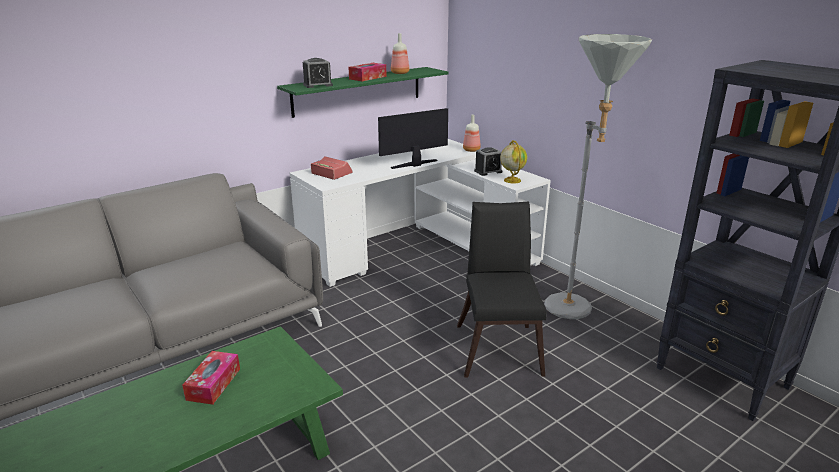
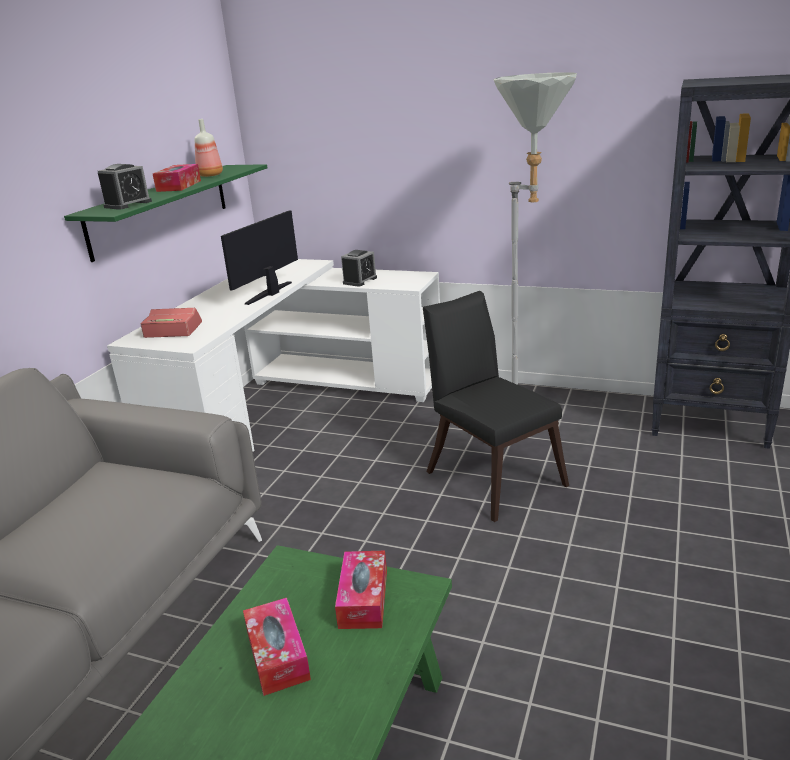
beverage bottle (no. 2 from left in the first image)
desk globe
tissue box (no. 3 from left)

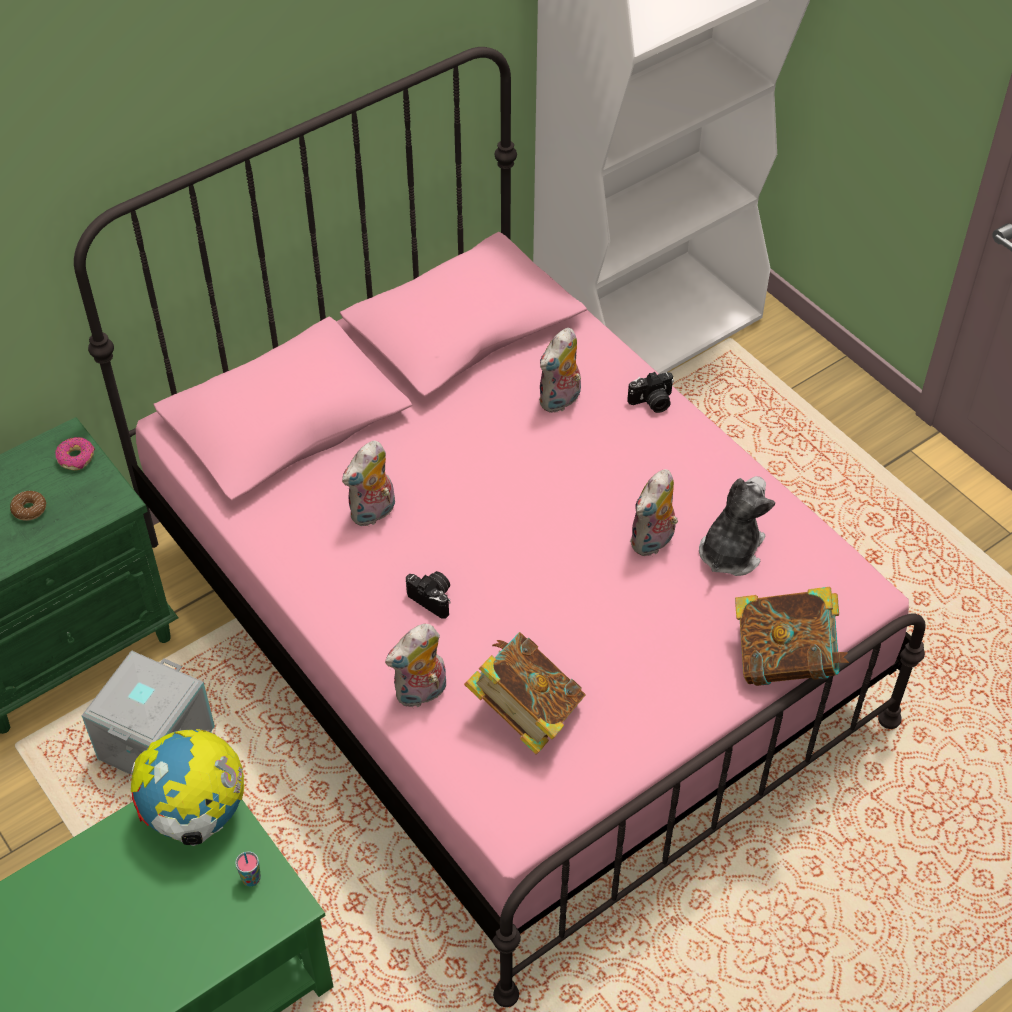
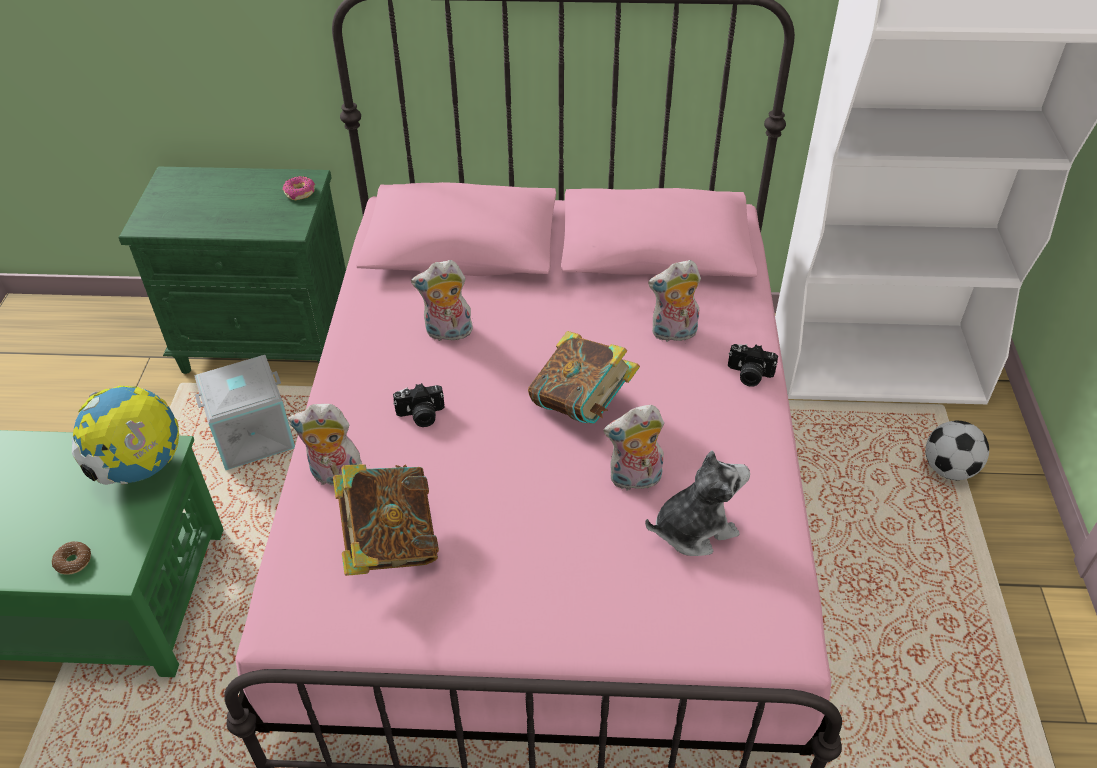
drinking cup
football
doughnut (no. 1 from left)
volume (no. 2 from left)
photo camera (no. 1 from left)

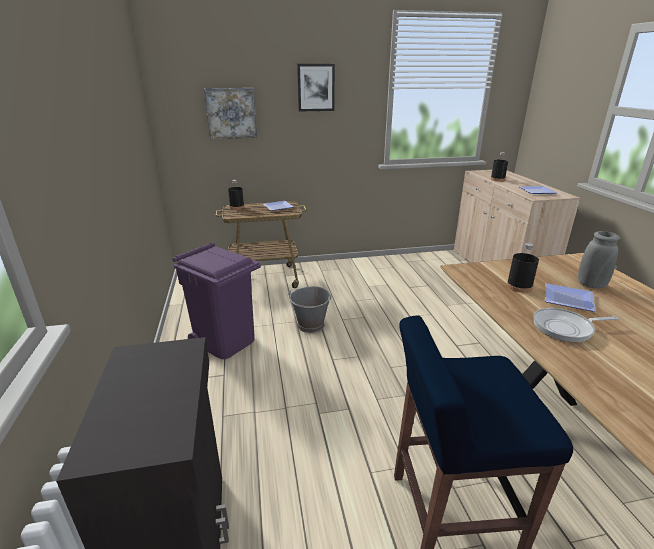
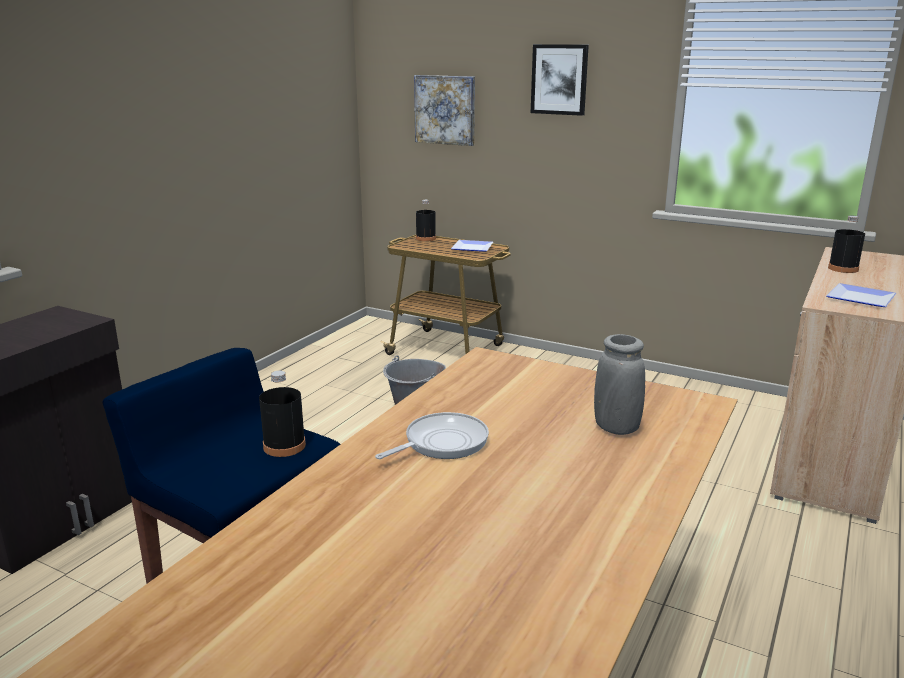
purple-coloured trash can
dinner plate (no. 3 from left in the first image)
black-coloured beverage bottle (no. 1 from left)
pan

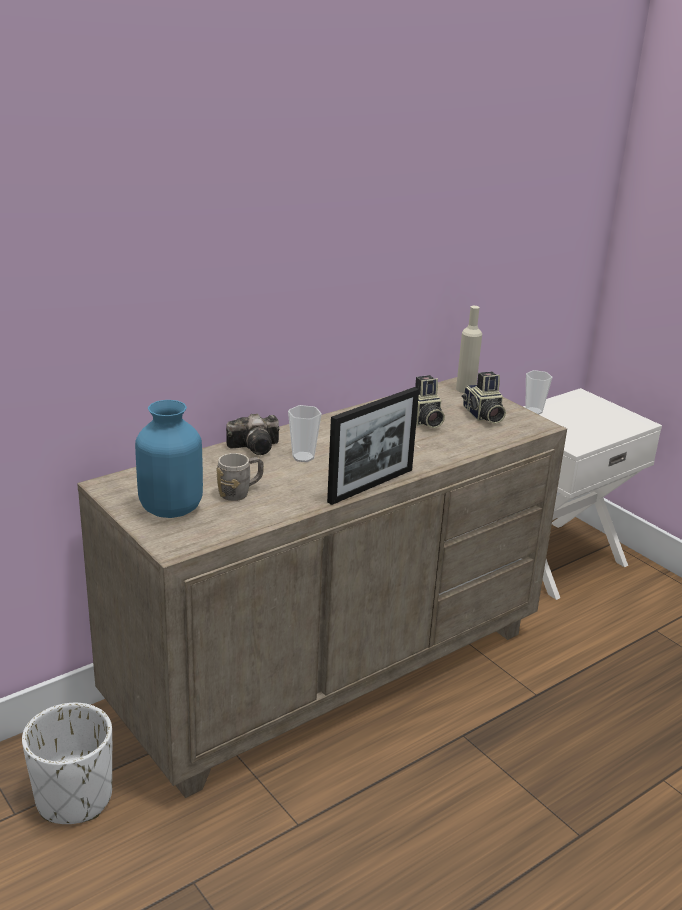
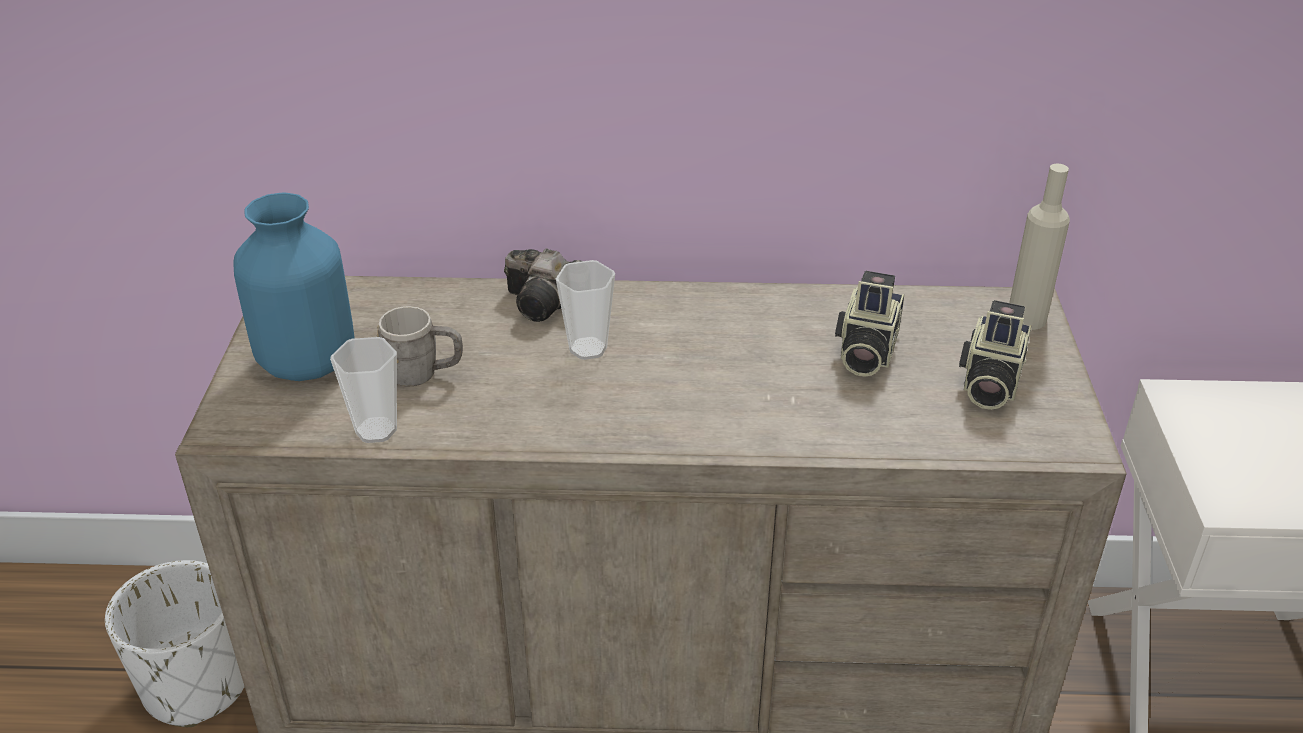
standing frame
drinking cup (no. 1 from left)

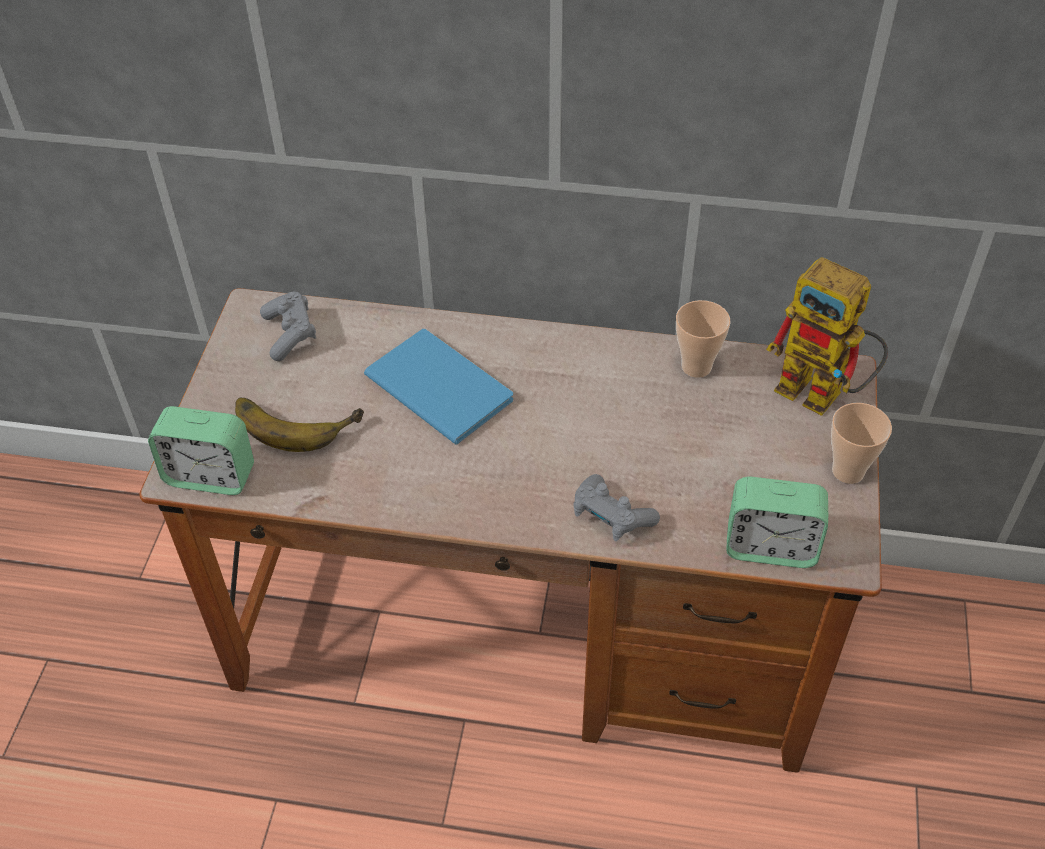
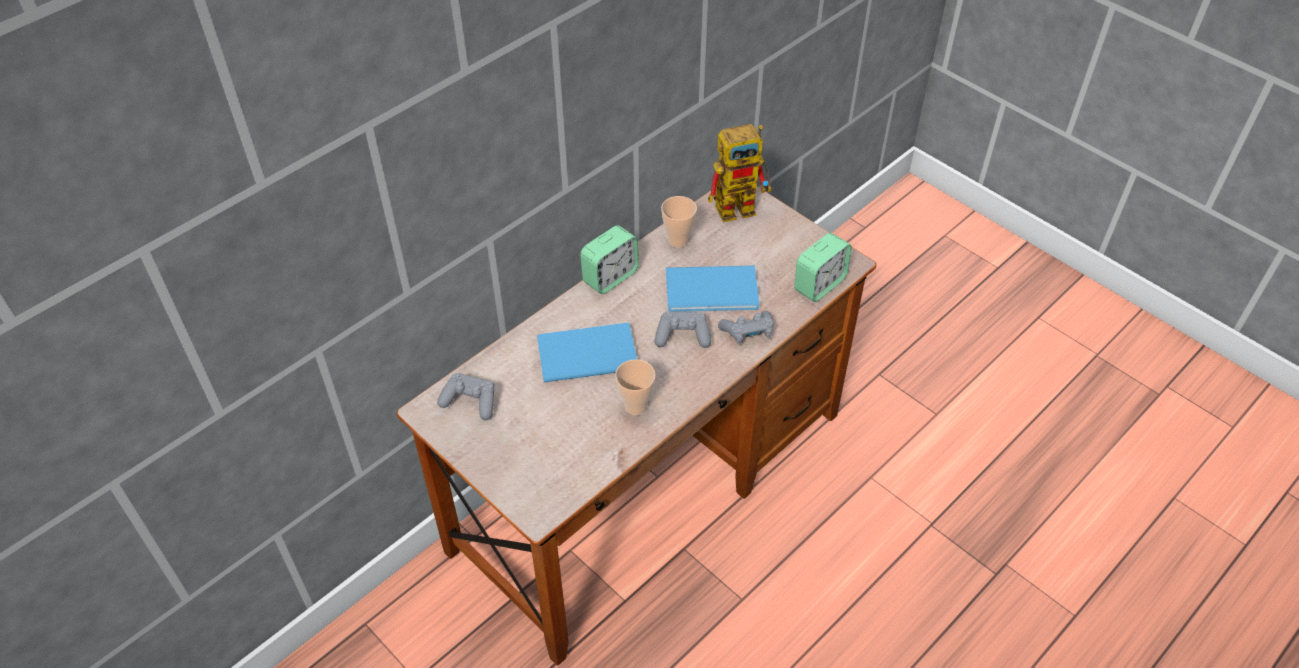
banana fruit
grey gamepad (no. 2 from left)
blue volume (no. 2 from left)
bedside clock (no. 1 from left)
drinking cup (no. 1 from left)

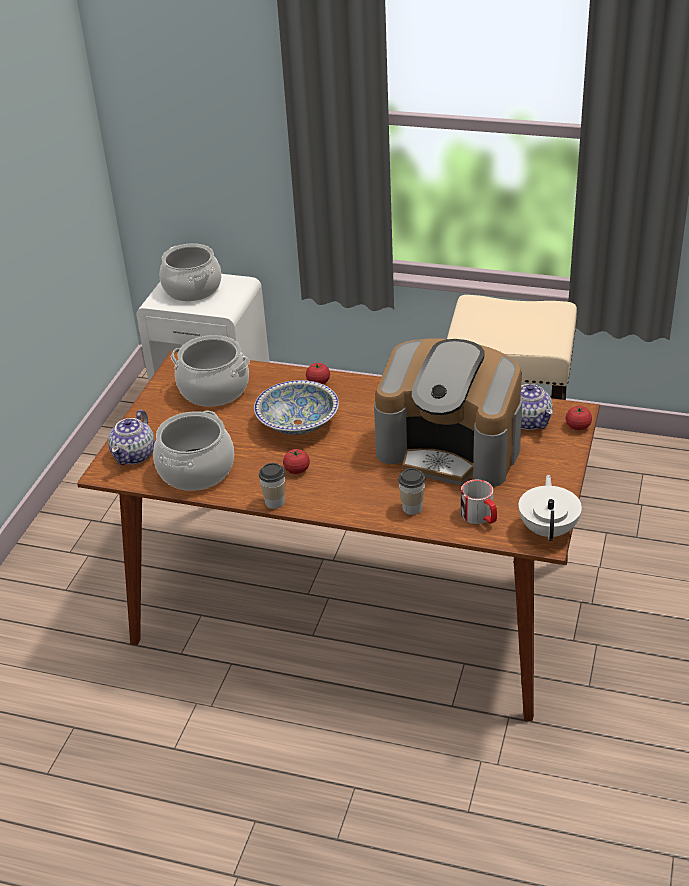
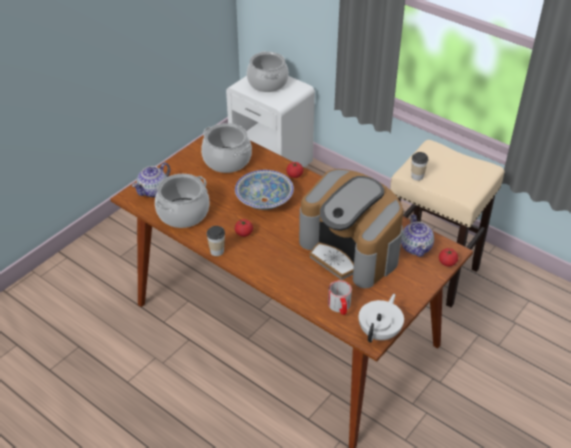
drinking cup (no. 2 from left)

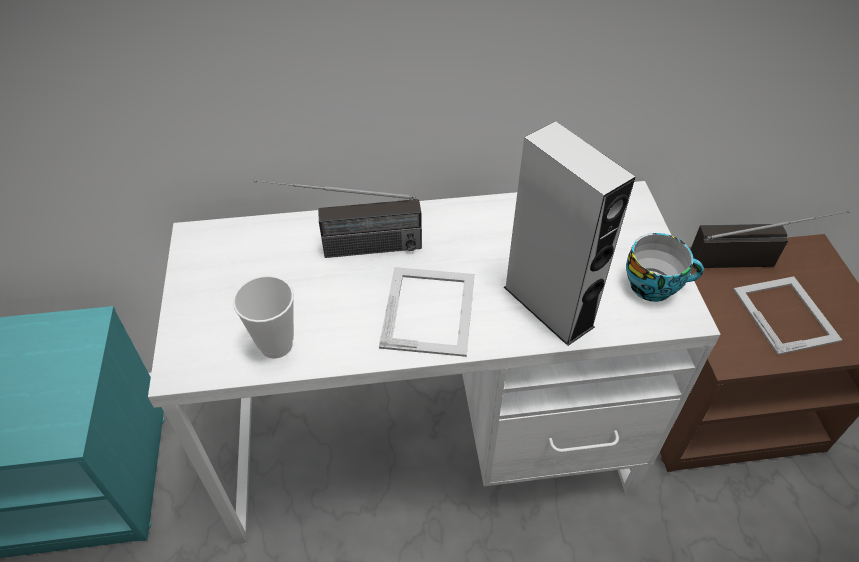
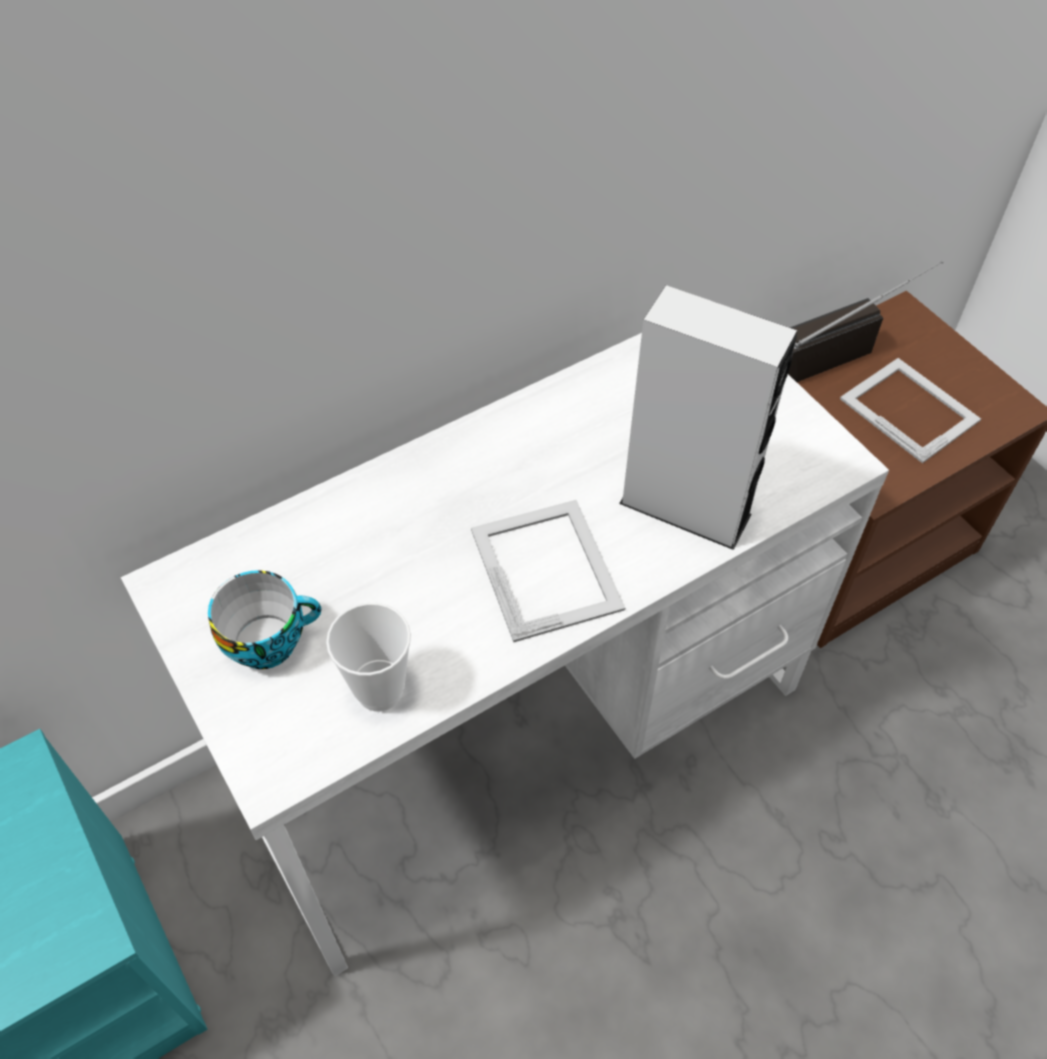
radio receiver (no. 1 from left in the first image)
drinking cup (no. 1 from left)

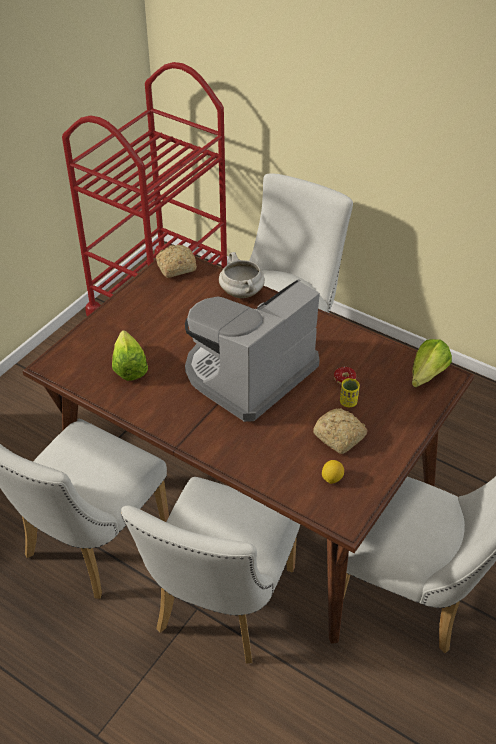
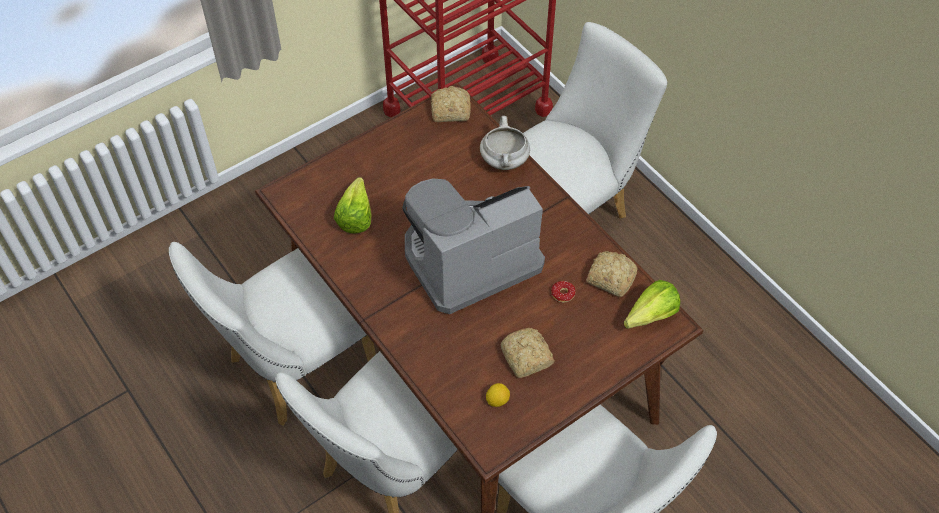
yellow-coloured drinking cup
baked bread (no. 3 from left)

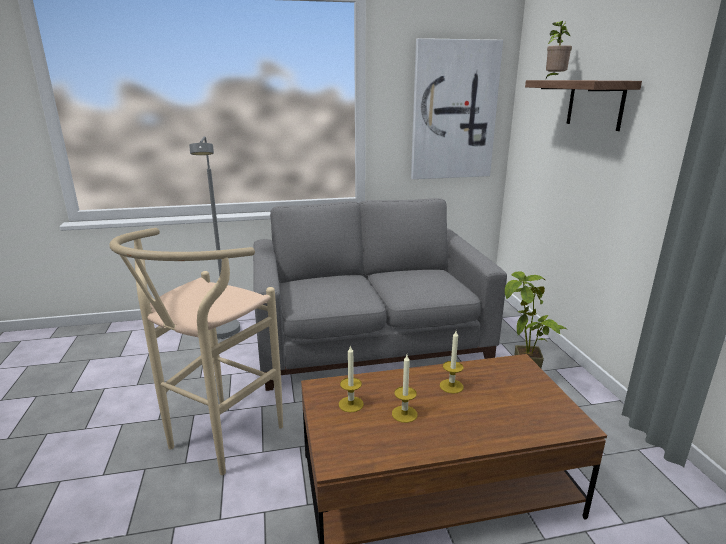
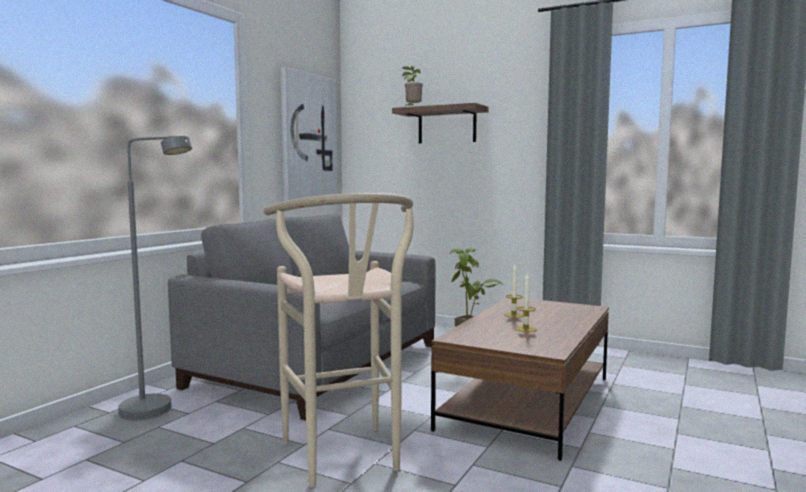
wax light (no. 1 from left in the first image)

